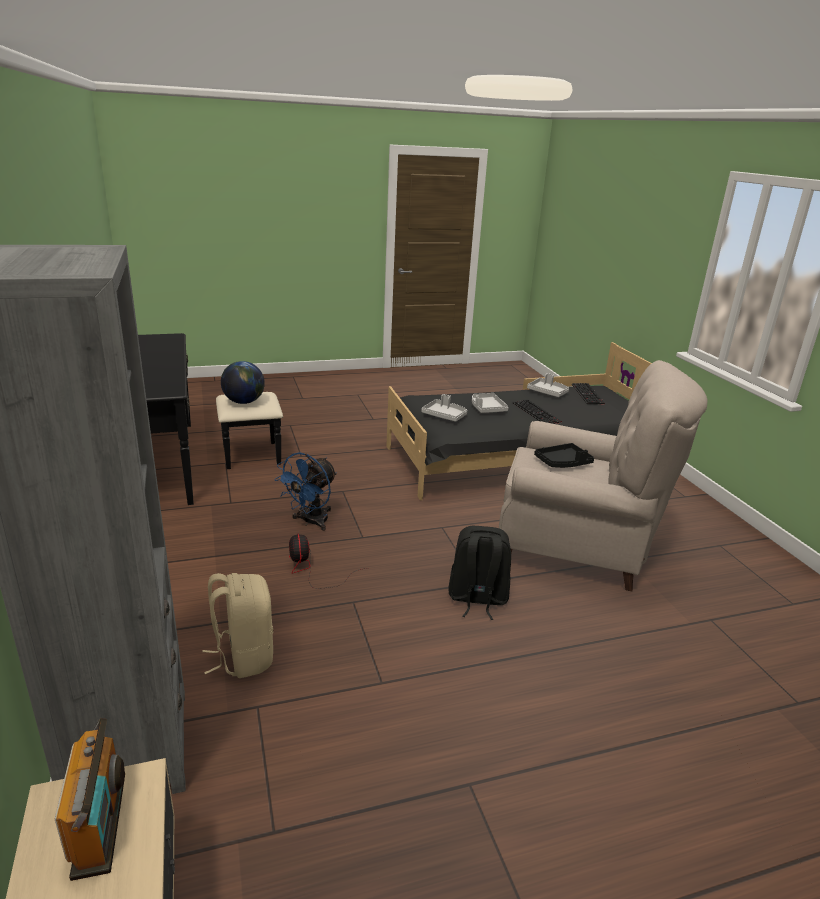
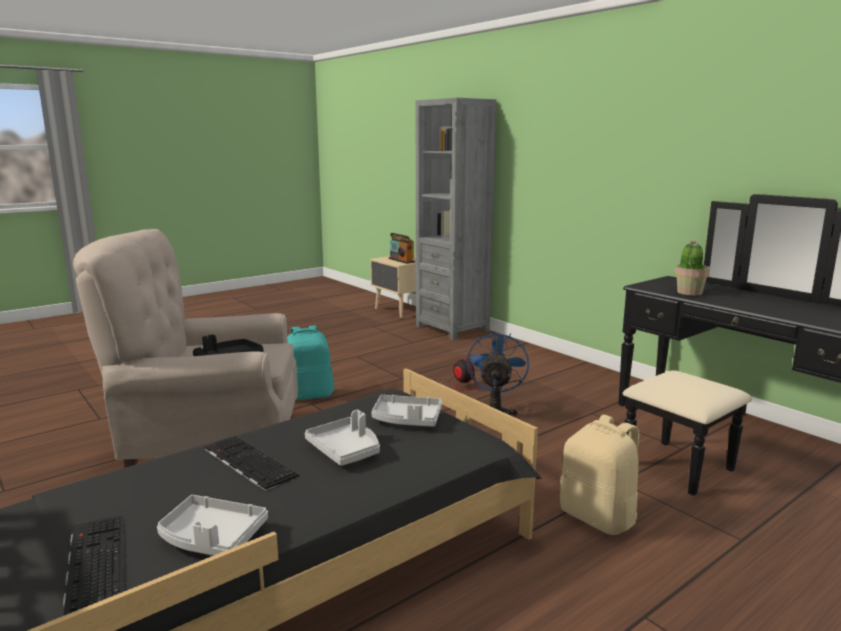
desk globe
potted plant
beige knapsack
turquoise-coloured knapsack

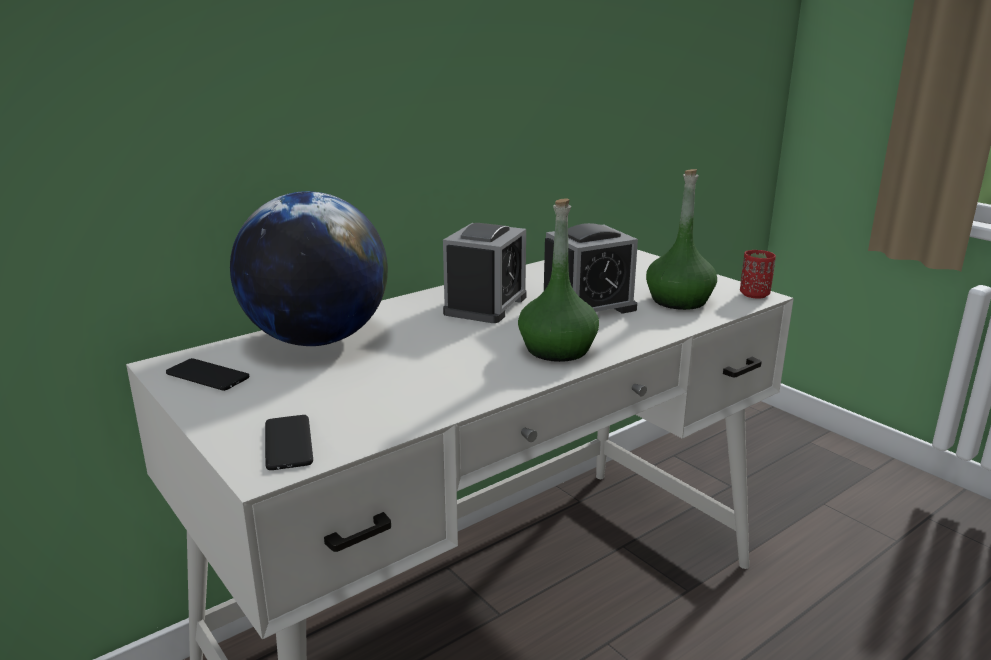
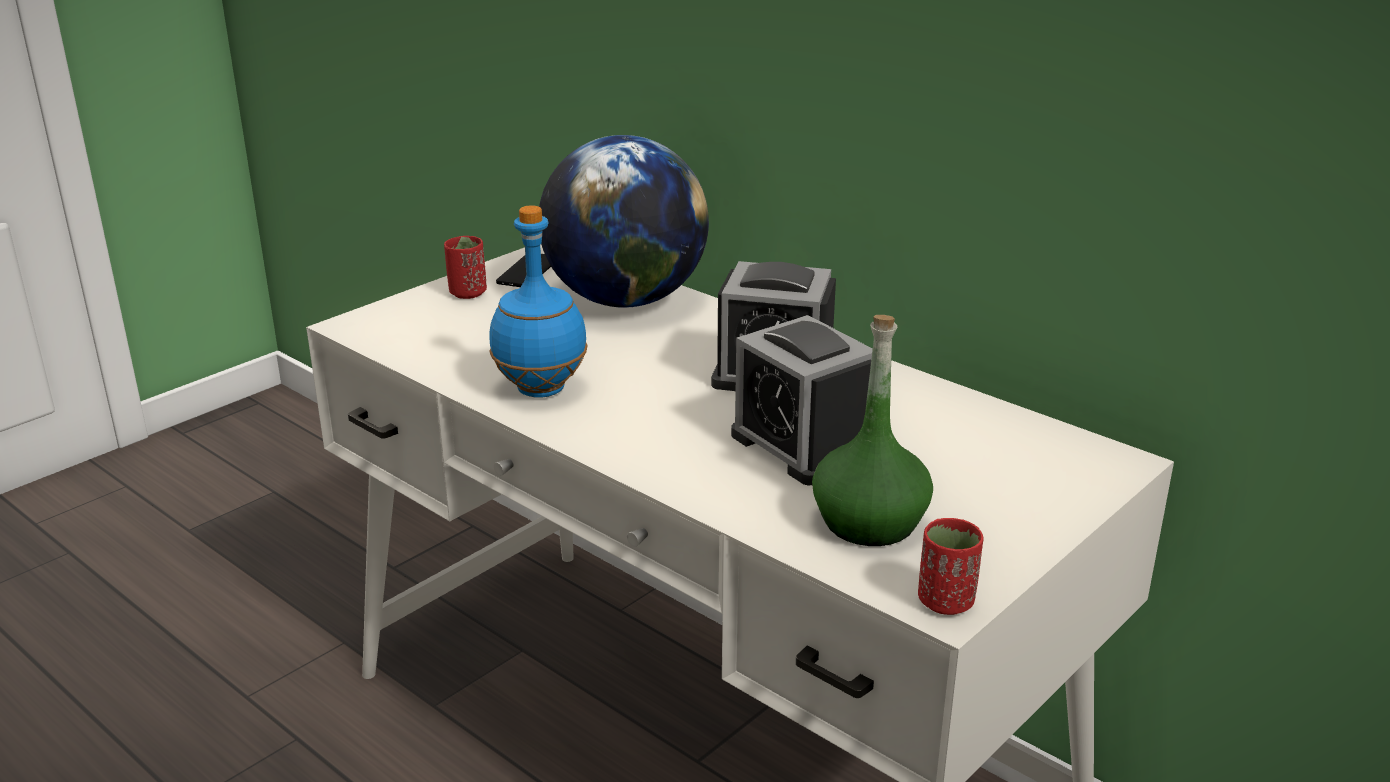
phone (no. 2 from left in the first image)
green-coloured beverage bottle (no. 1 from left in the first image)
red drinking cup (no. 1 from left)
blue beverage bottle

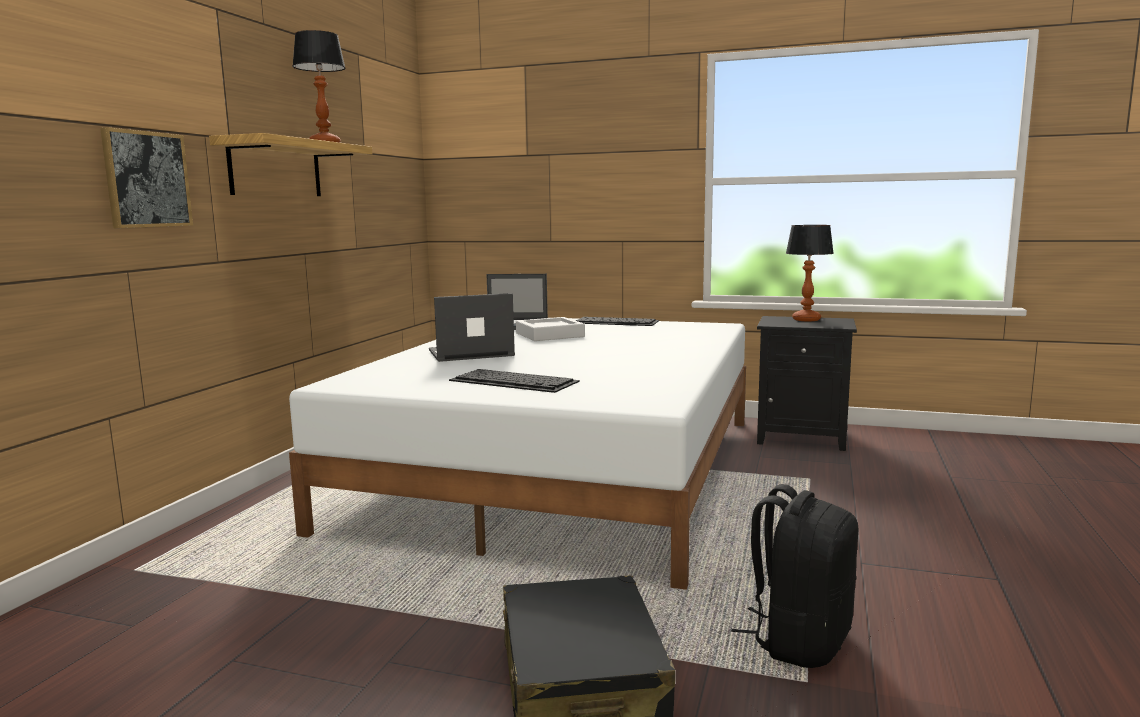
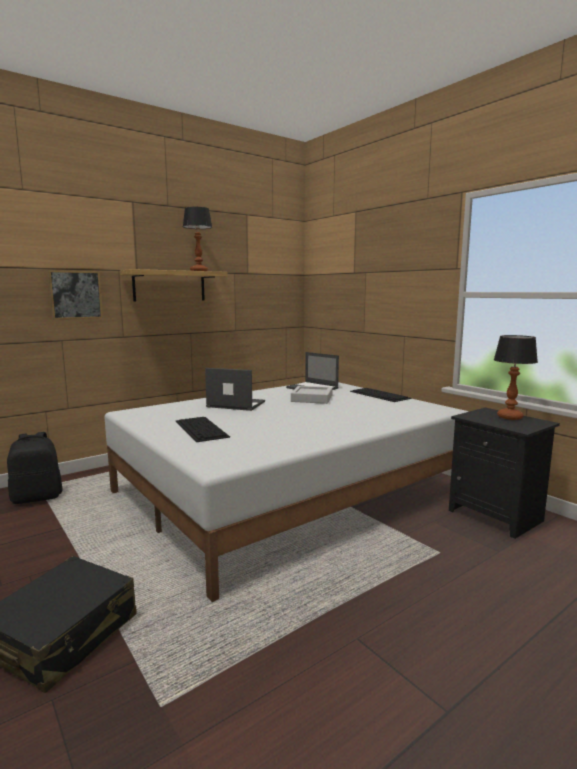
black-coloured knapsack

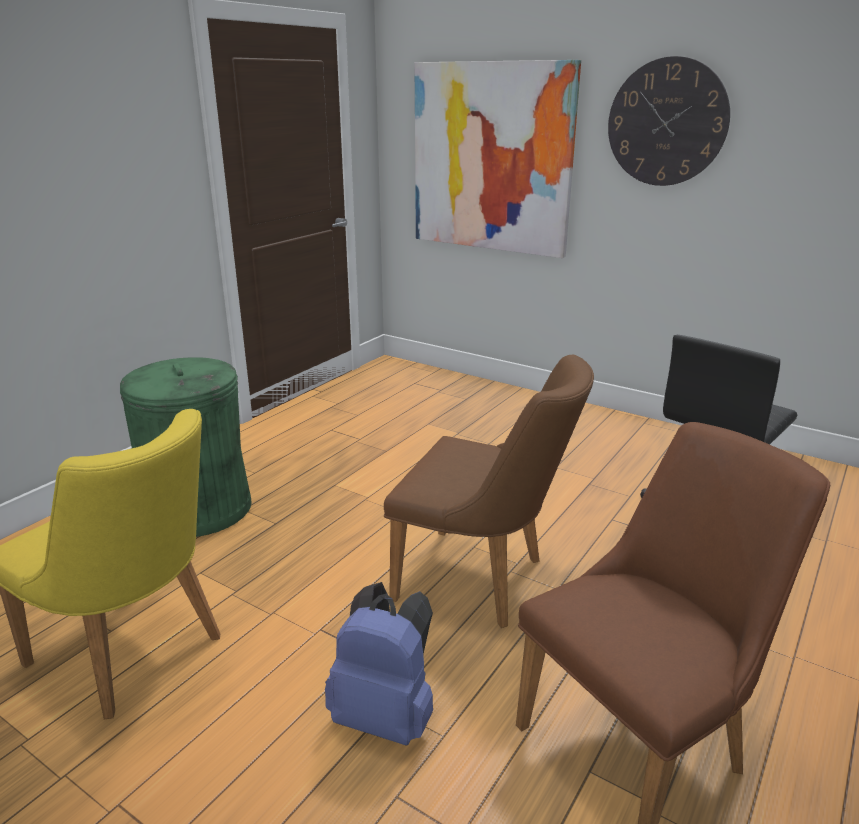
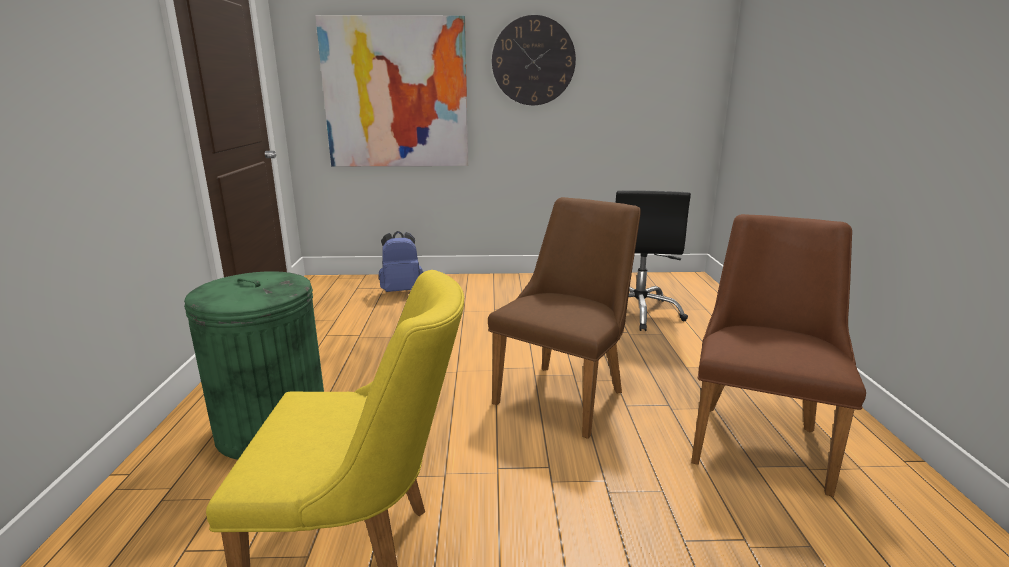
blue knapsack
brown-coloured chair (no. 1 from left)

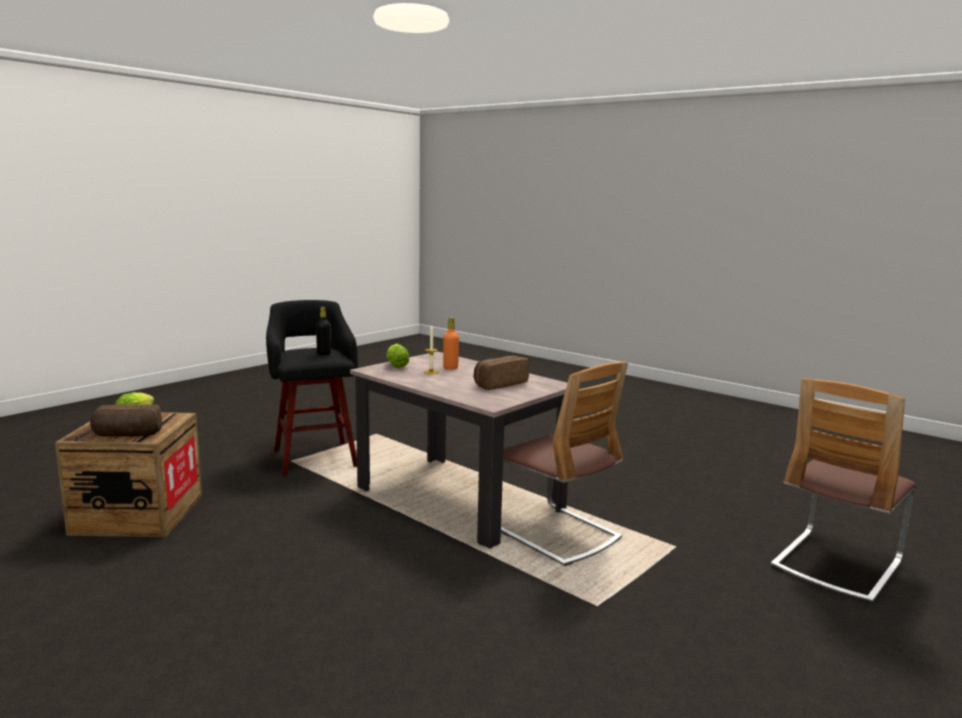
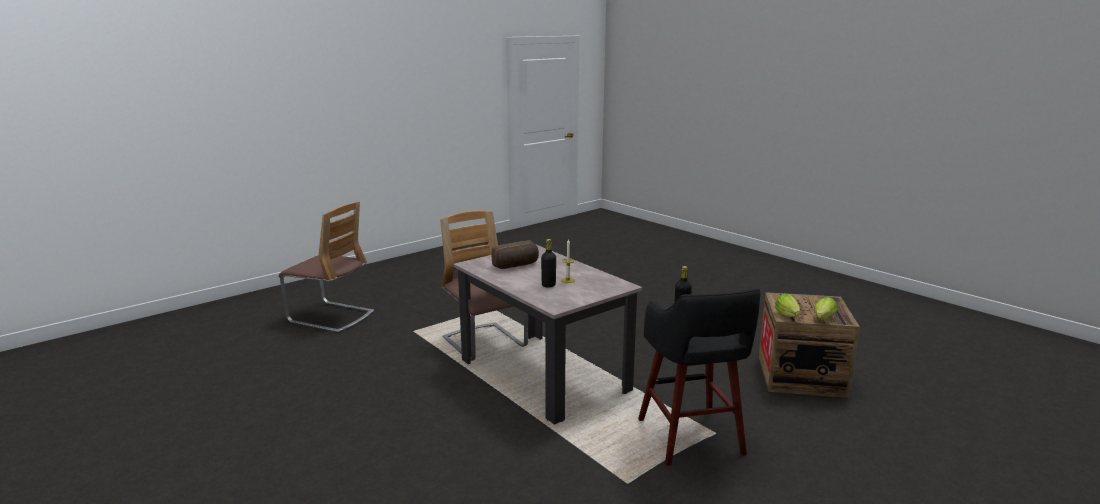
baked bread (no. 1 from left in the first image)
head of lettuce (no. 1 from left)
black-coloured beverage bottle (no. 1 from left)
chair (no. 1 from left)

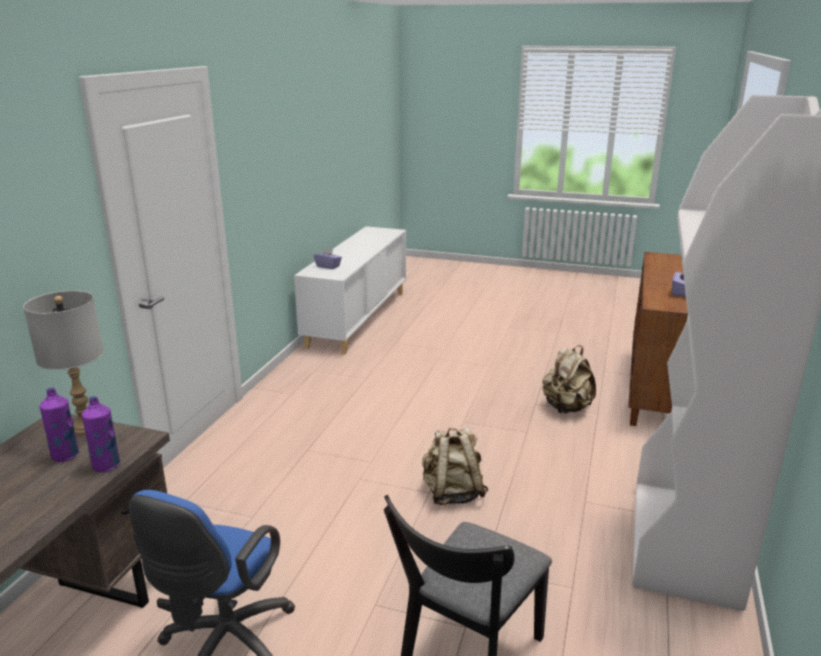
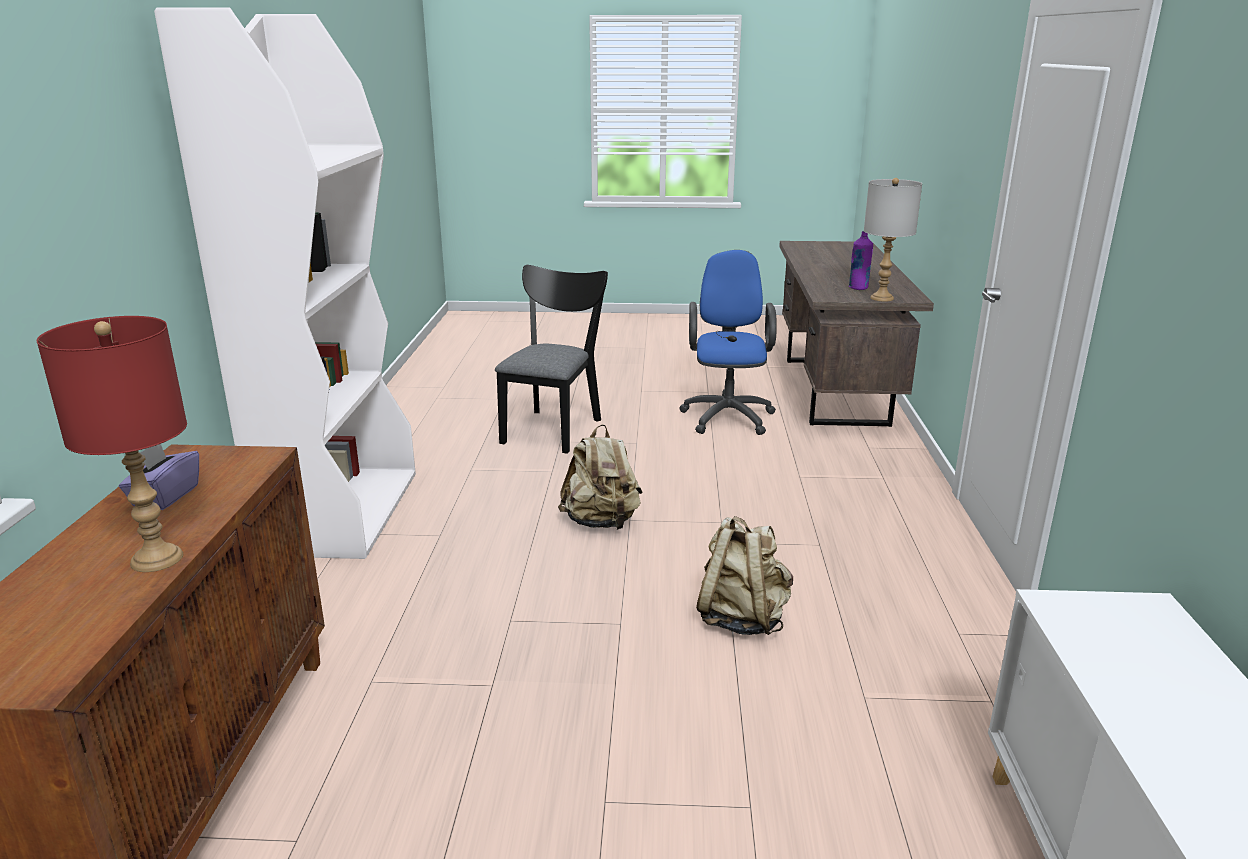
purple-coloured beverage bottle (no. 2 from left in the first image)
purple-coloured tissue box (no. 1 from left in the first image)
red tabletop lamp
beige knapsack (no. 2 from left)

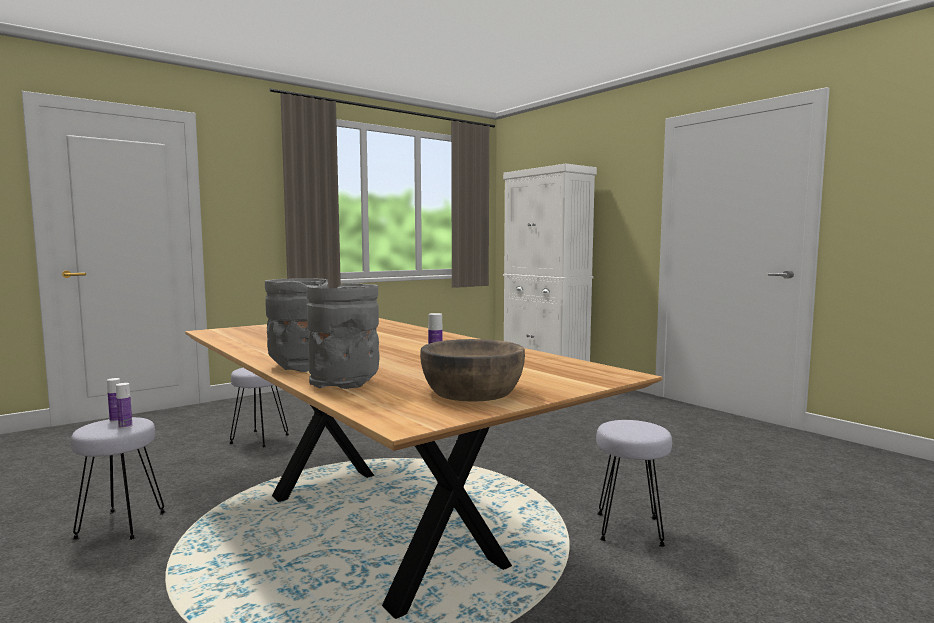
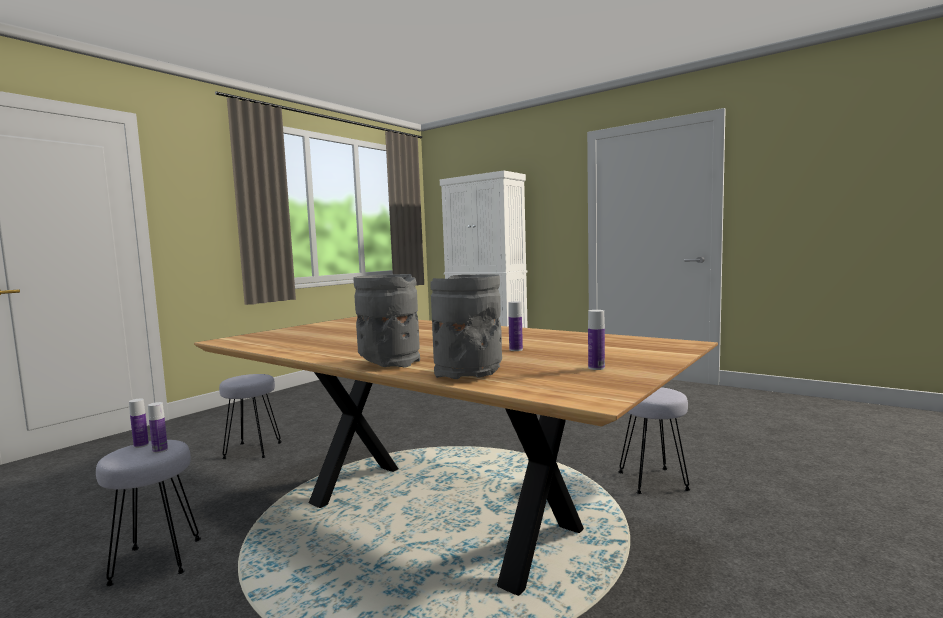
beverage bottle (no. 4 from left)

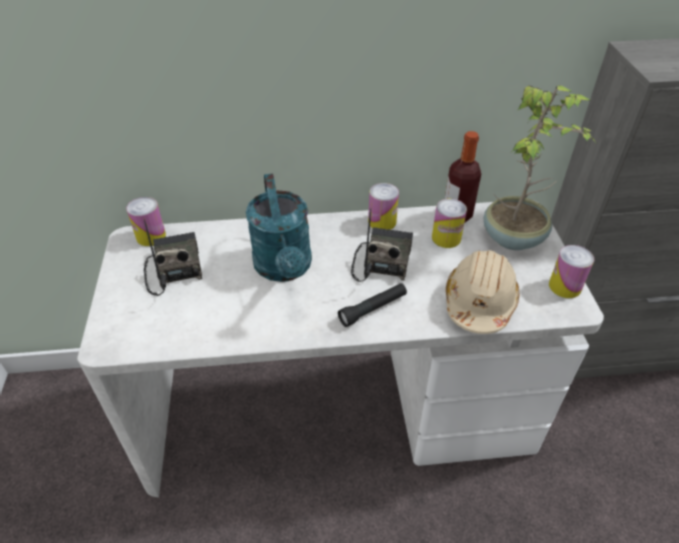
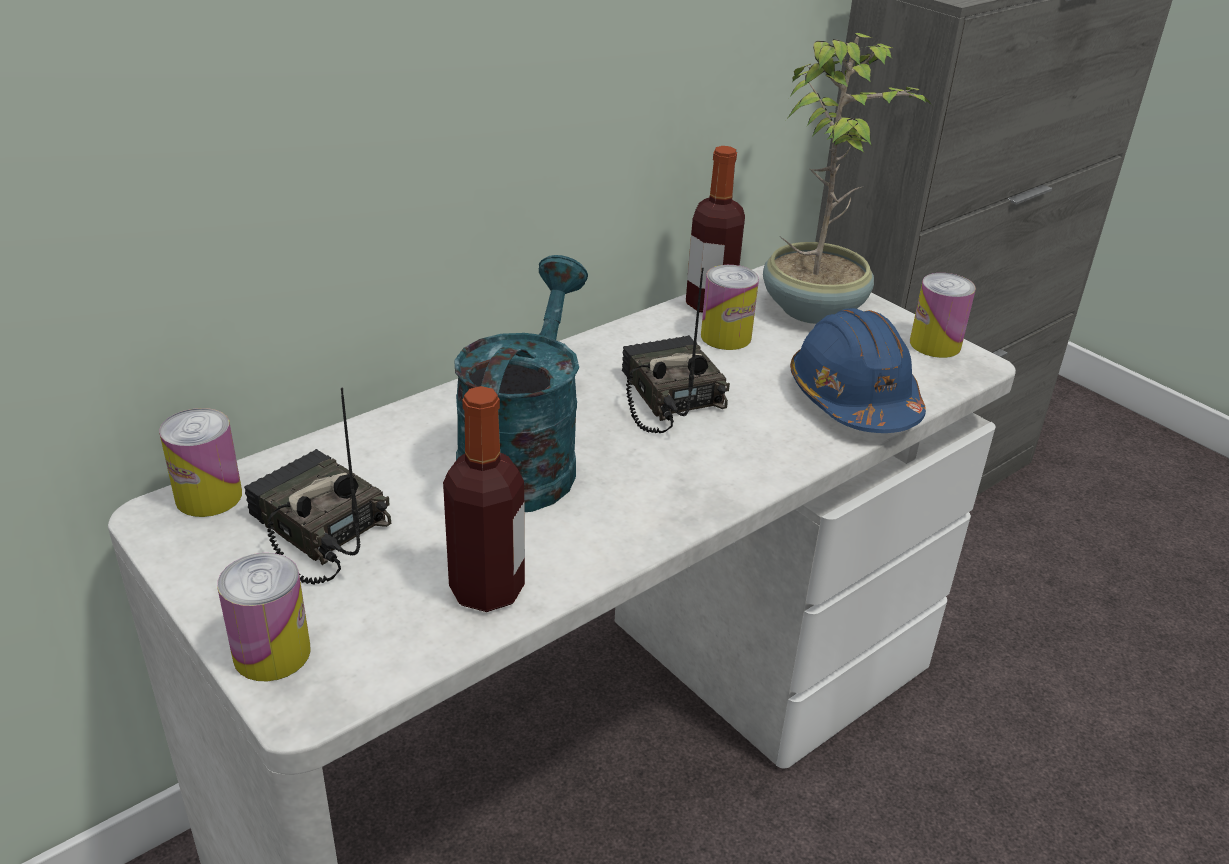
black-coloured flashlight
beverage bottle (no. 1 from left)
metal can (no. 2 from left)
blue safety helmet
turquoise-coloured watering pot

